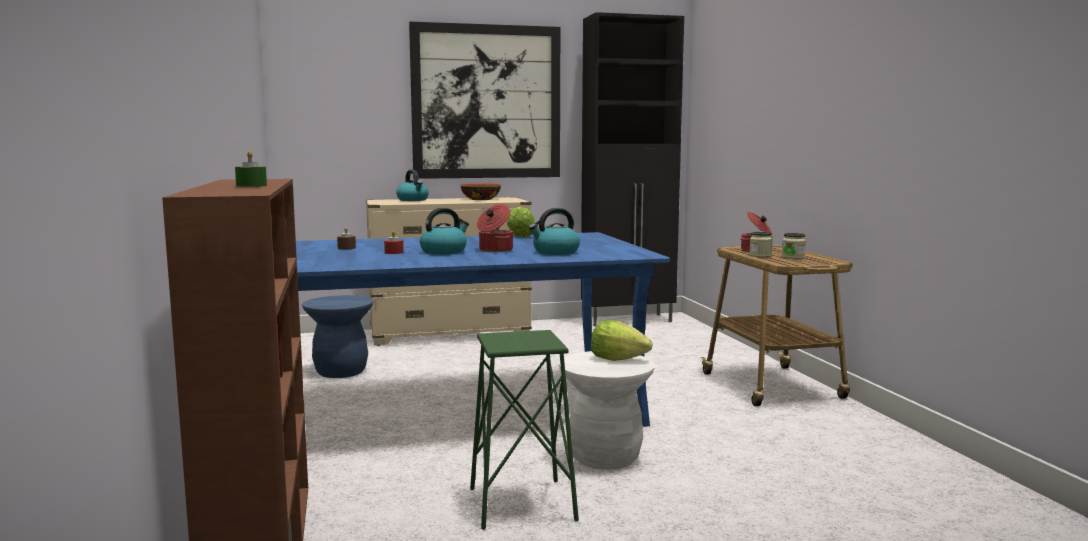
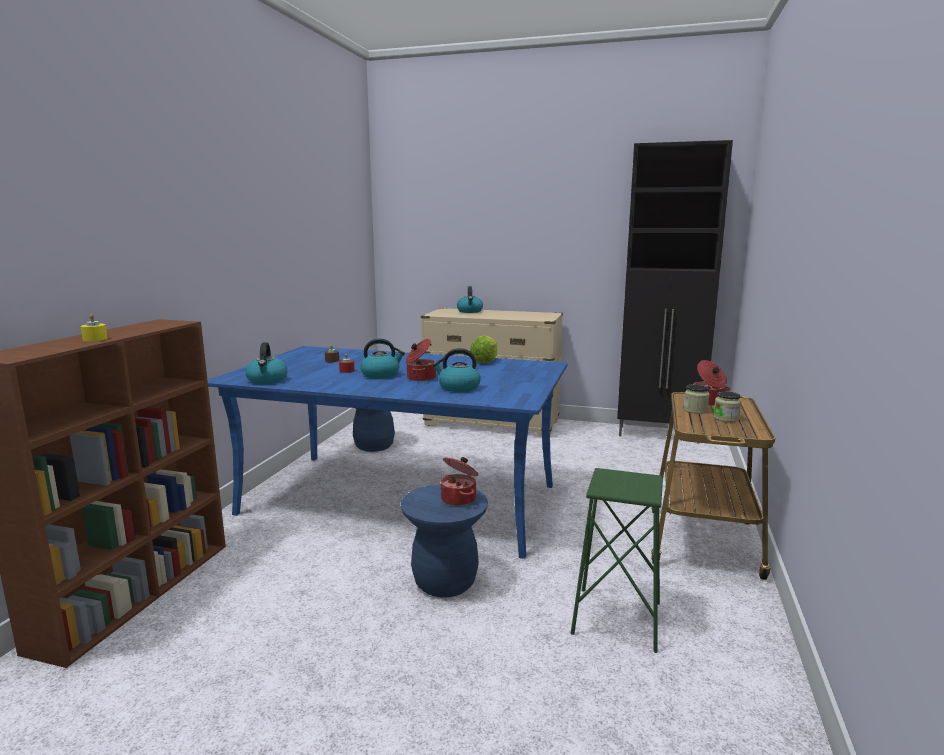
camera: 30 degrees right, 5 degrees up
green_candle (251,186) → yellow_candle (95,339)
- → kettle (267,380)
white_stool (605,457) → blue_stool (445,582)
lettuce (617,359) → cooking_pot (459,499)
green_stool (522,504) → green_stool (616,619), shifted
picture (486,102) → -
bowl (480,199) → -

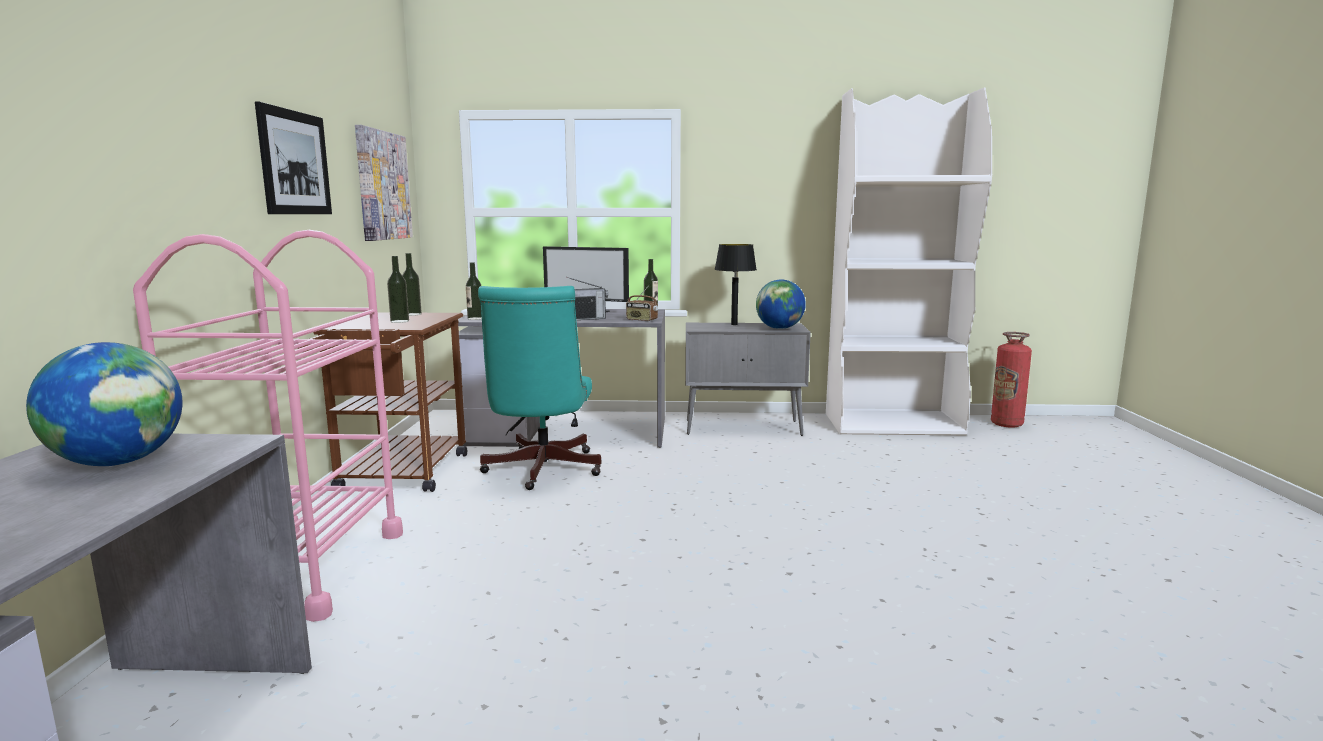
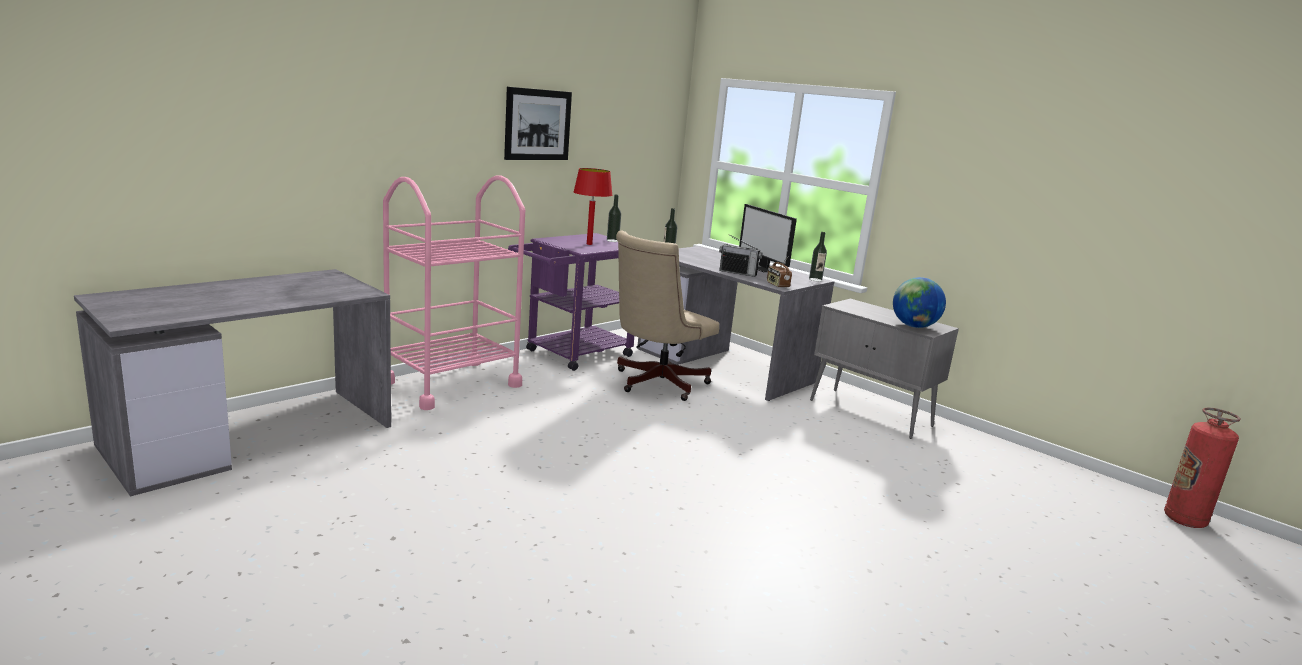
camera: 40 degrees right, 5 degrees up
brown_cart (399,476) → purple_cart (572,355)
bottle (399,321) → red_table_lamp (589,244)
turquoise_office_chair (540,471) → beige_office_chair (655,383)
globe (119,462) → -
picture (383,185) → -
black_table_lamp (734,324) → -
white_bookcase (893,424) → -

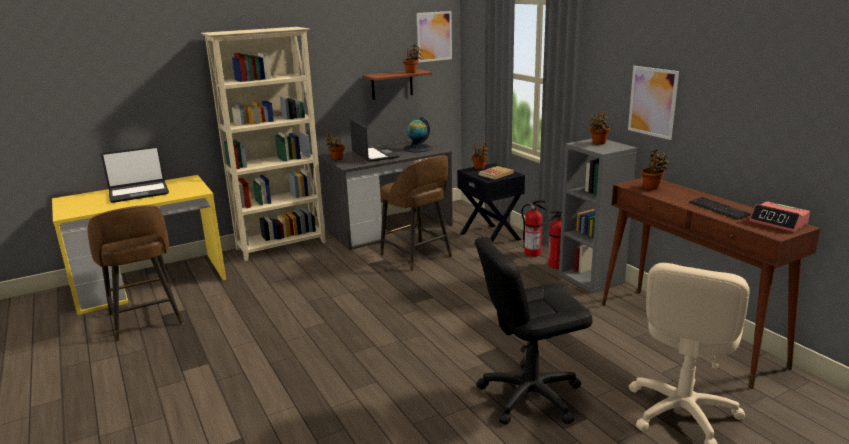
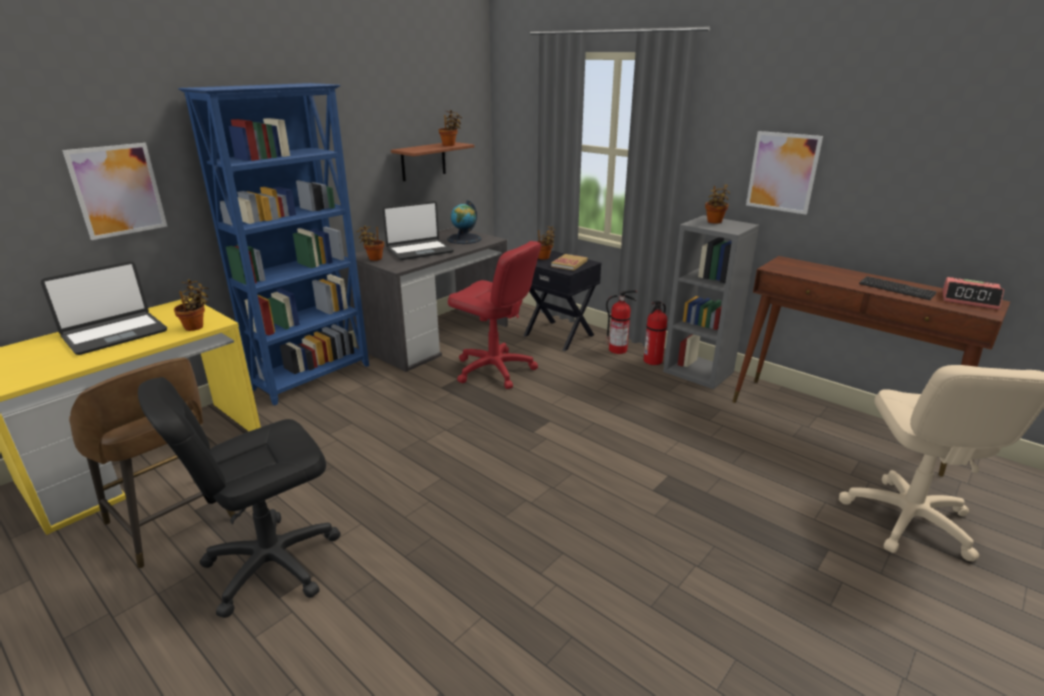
camera: 20 degrees left, 5 degrees up
picture (434,36) → picture (118,190), shifted
black_office_chair (530,395) → black_office_chair (272,563), shifted
potted_plant (652,187) → potted_plant (196,326), shifted
beige_bookcase (282,246) → blue_bookcase (314,377)
laptop (374,155) → laptop (419,251), 105 degrees clockwise
brown_stool (417,256) → red_office_chair (494,370)

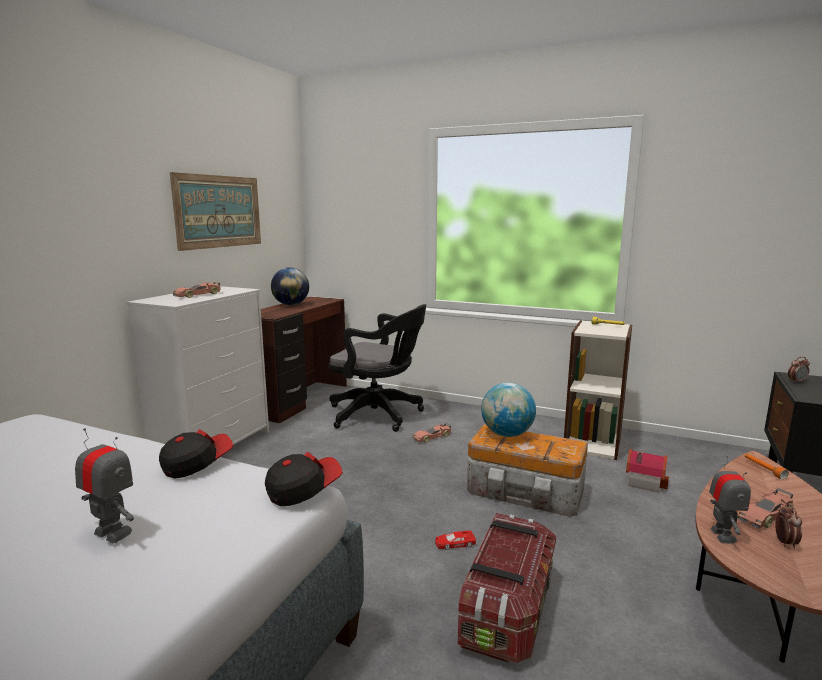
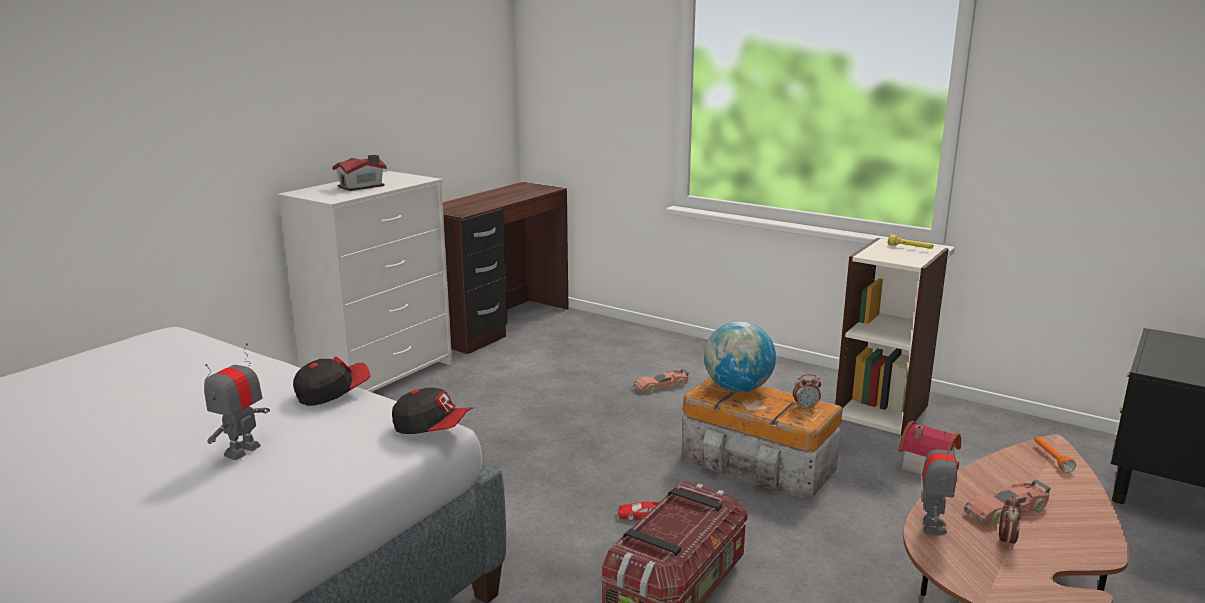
camera: 10 degrees right, 5 degrees up
toy_robot (112,533) → toy_robot (242,451), 105 degrees counterclockwise
toy_car (198,295) → toy_house (363,186)
cap (303,490) → cap (433,428), 45 degrees clockwise
alarm_clock (796,382) → alarm_clock (805,407), shifted
picture (219,211) → -
globe (291,305) → -
black_office_chair (379,415) → -

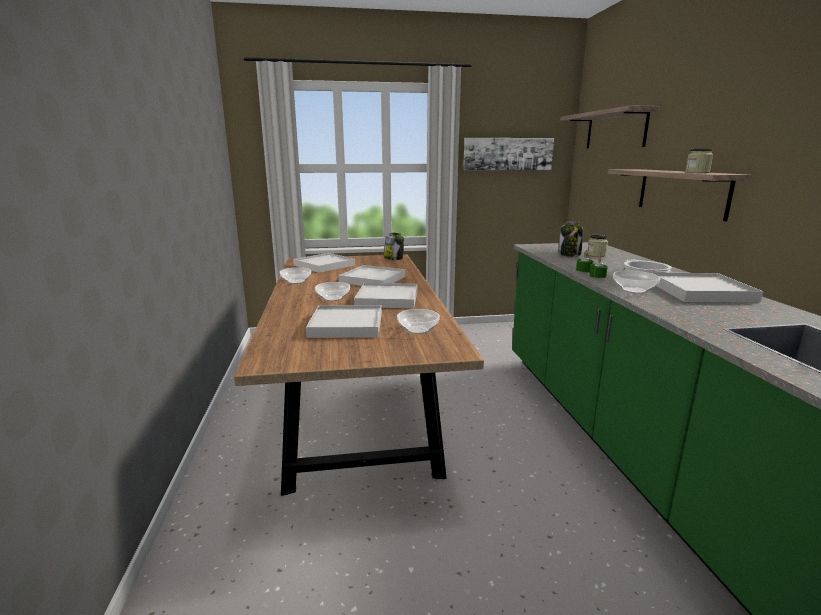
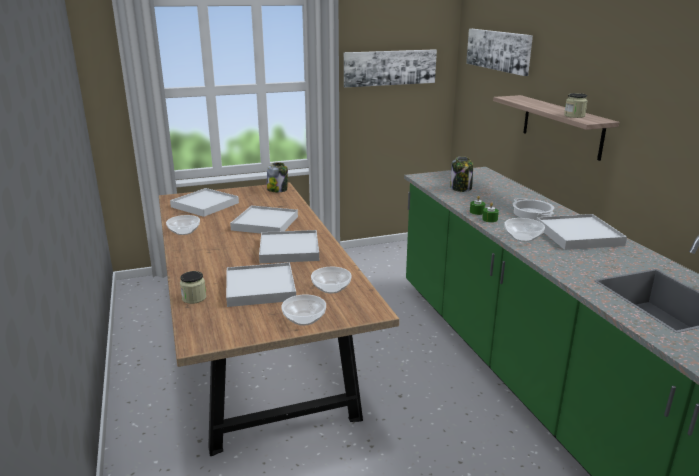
camera: 10 degrees left, 5 degrees up
jar (596,255) → jar (194,298), shifted
bowl (333,298) → bowl (305,319), shifted
shelf (615,130) → picture (498,50)

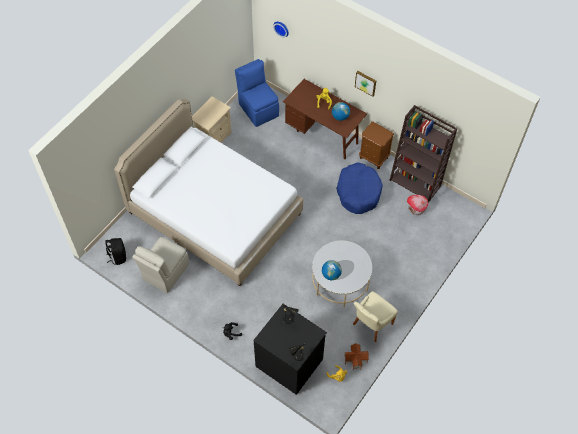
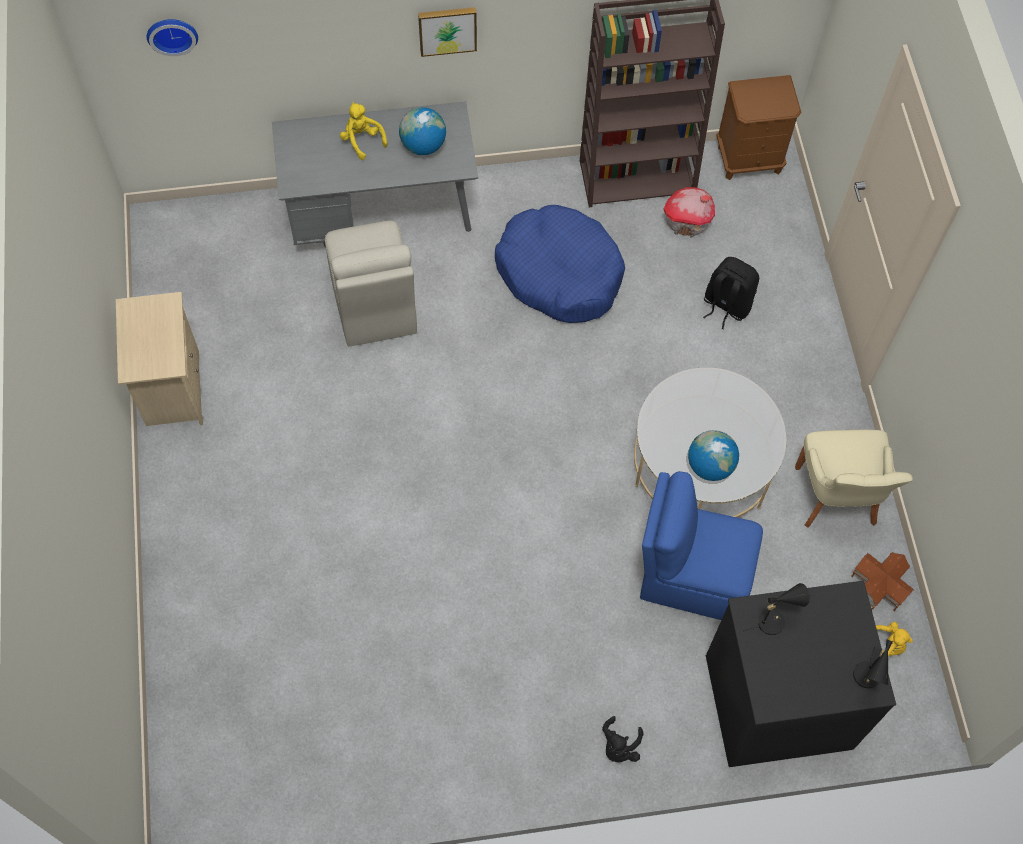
camera: 45 degrees left, 5 degrees up
brown_desk (323,134) → grey_desk (381,215)
beige_chair (165,273) → beige_chair (374,305), shifted
blue_chair (258,109) → blue_chair (692,575), shifted
black_backpack (118,256) → black_backpack (726,305), shifted
brown_nightstand (374,157) → brown_nightstand (749,159), shifted
white_bed (214,213) → -

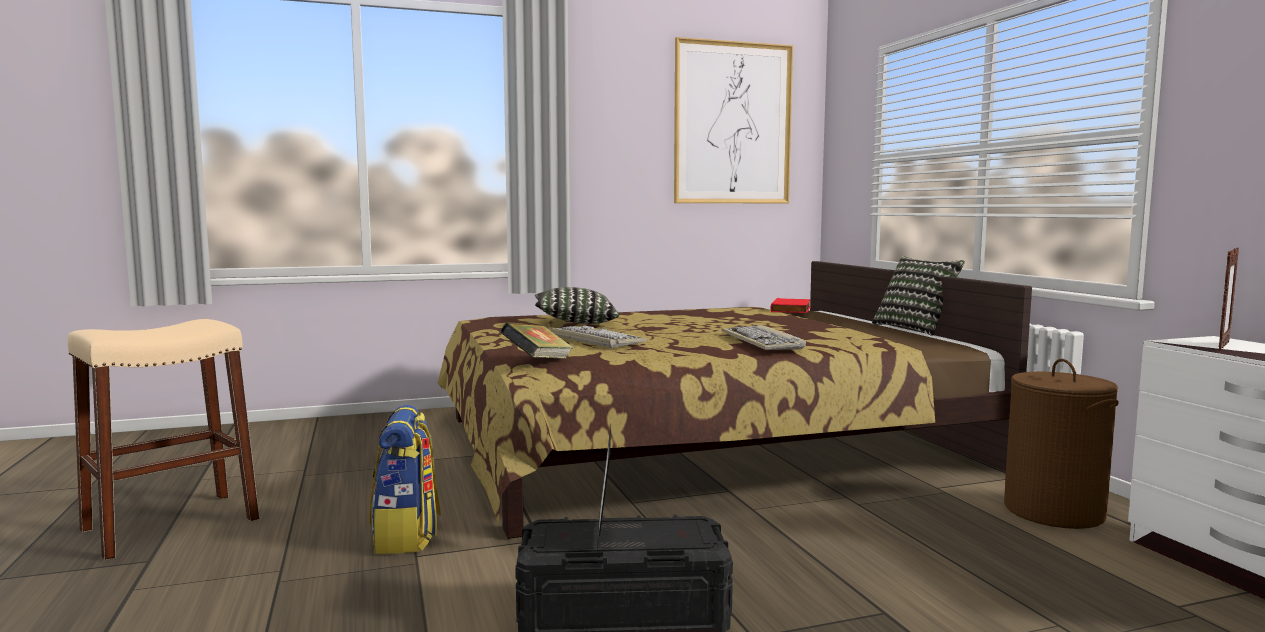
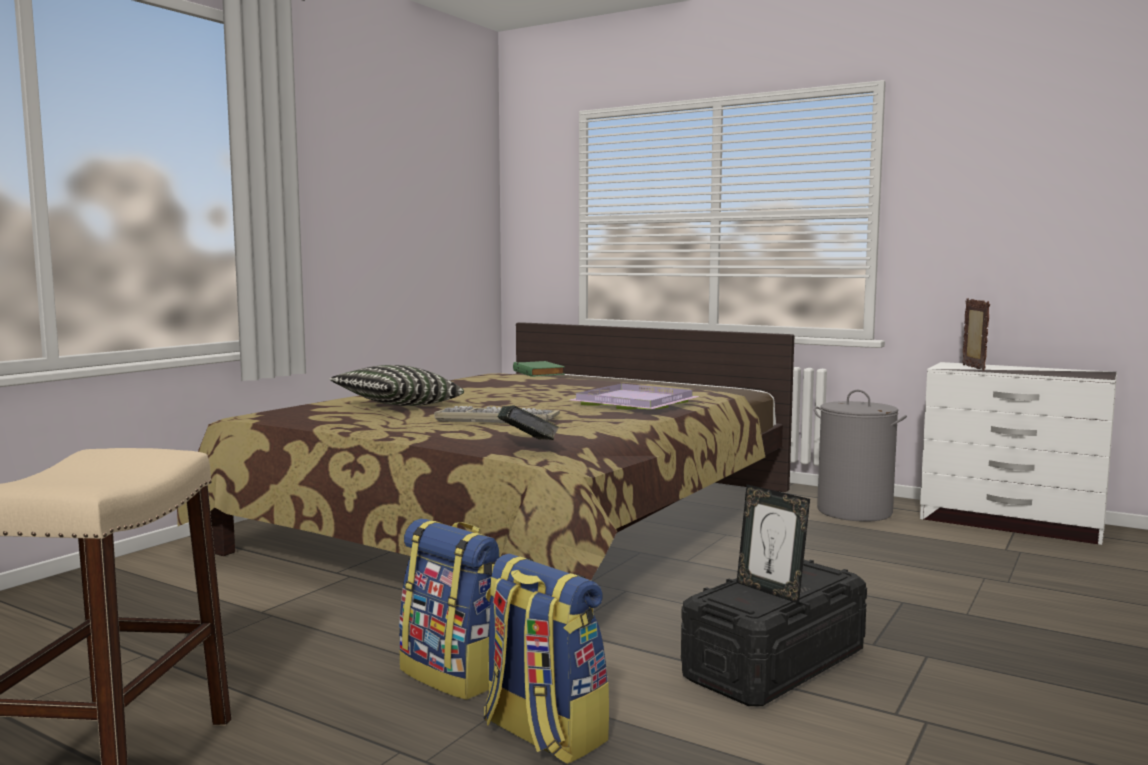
camera: 40 degrees left, 0 degrees up
- → backpack (542,734)
red_book (792,309) → green_book (540,372)
keyboard (763,342) → purple_tray (637,402)
brown_laundry_basket (1054,511) → grey_laundry_basket (855,511)
picture (733,123) → -
pillow (915,328) → -

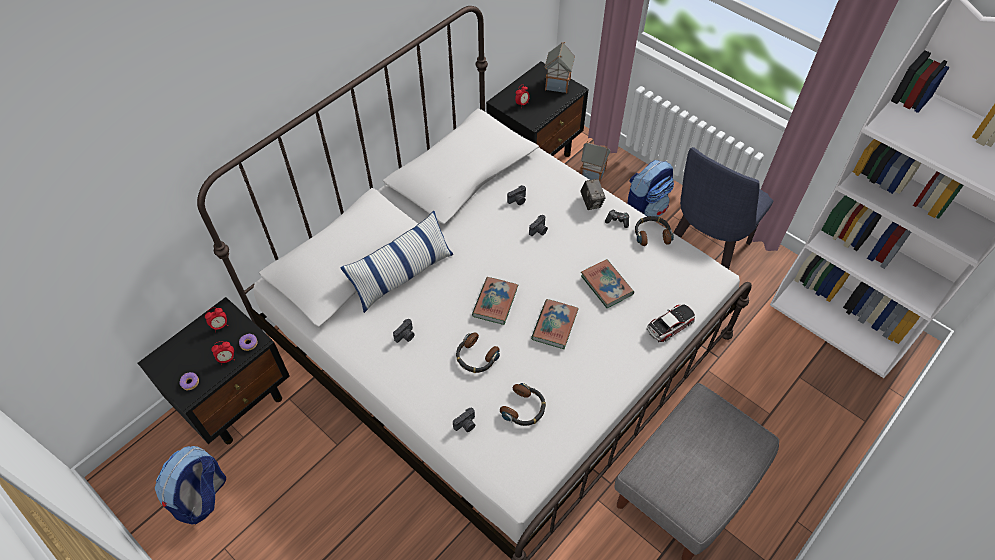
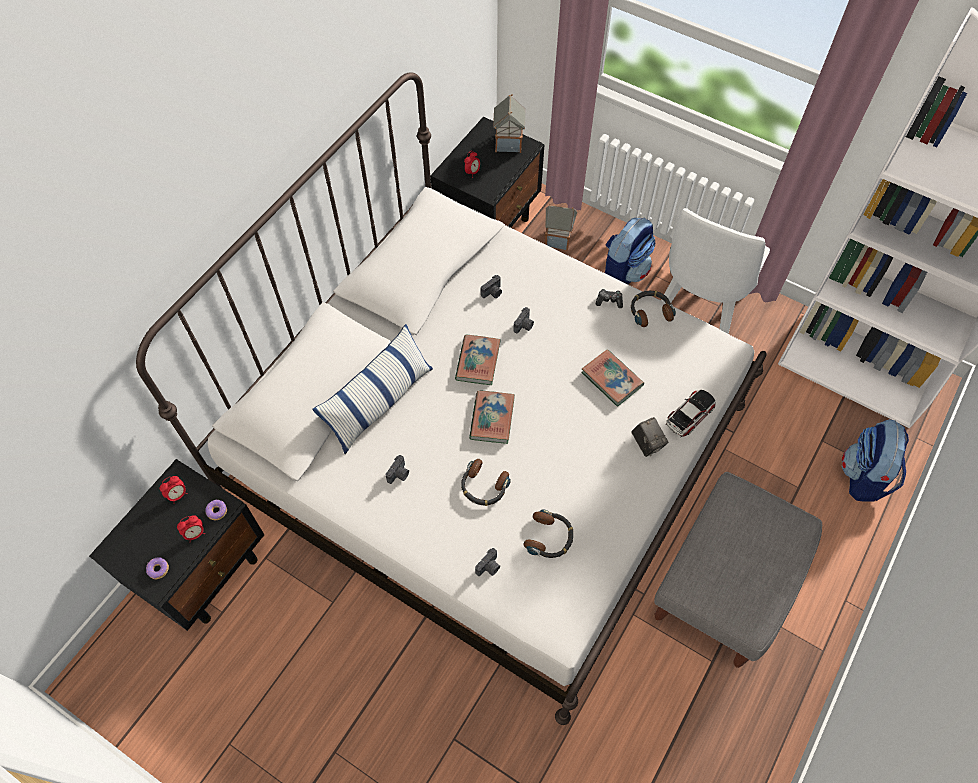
camera: 10 degrees left, 5 degrees up
book (554,326) → book (478,362), shifted
photo_camera (591,202) → photo_camera (647,444), shifted
blue_chair (705,250) → white_chair (698,311)
backpack (202,498) → backpack (864,476), shifted

